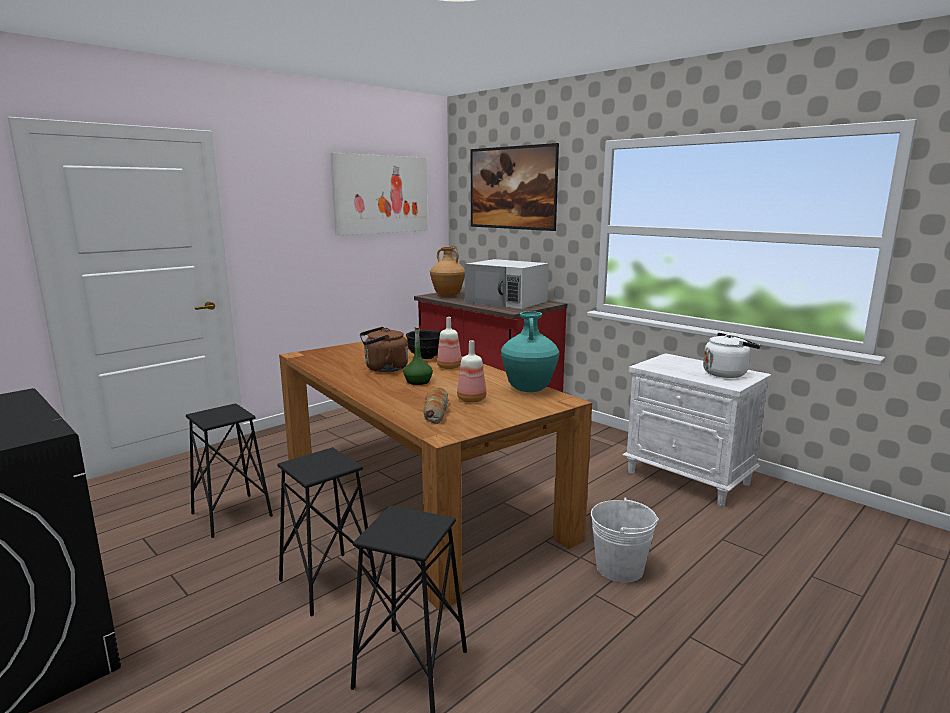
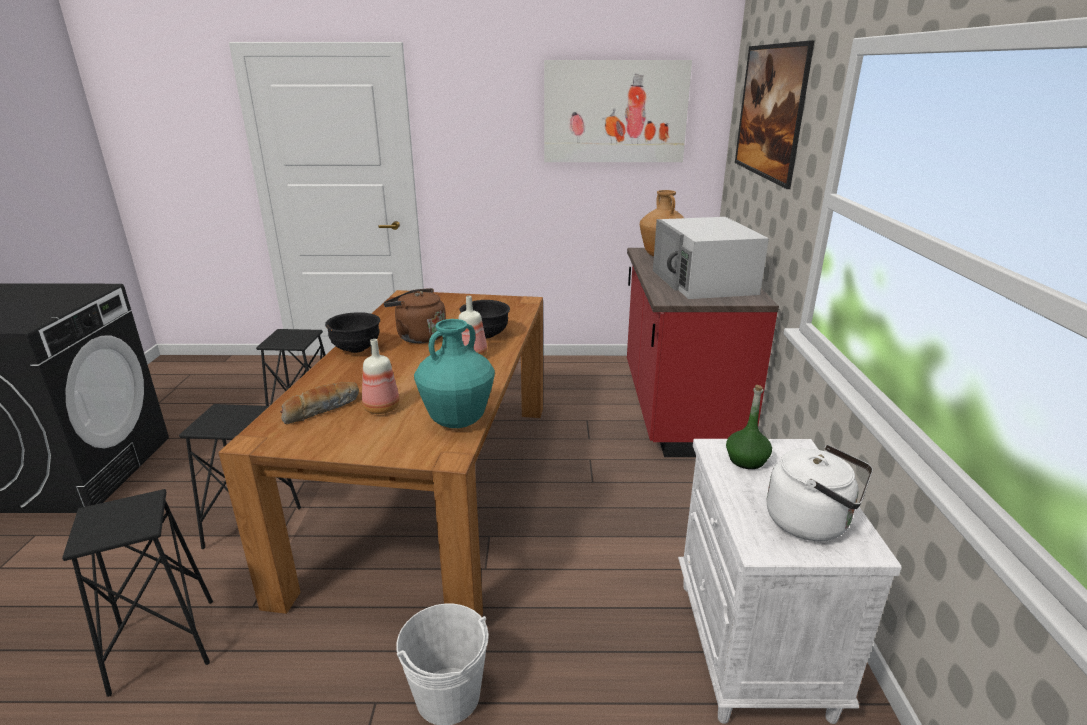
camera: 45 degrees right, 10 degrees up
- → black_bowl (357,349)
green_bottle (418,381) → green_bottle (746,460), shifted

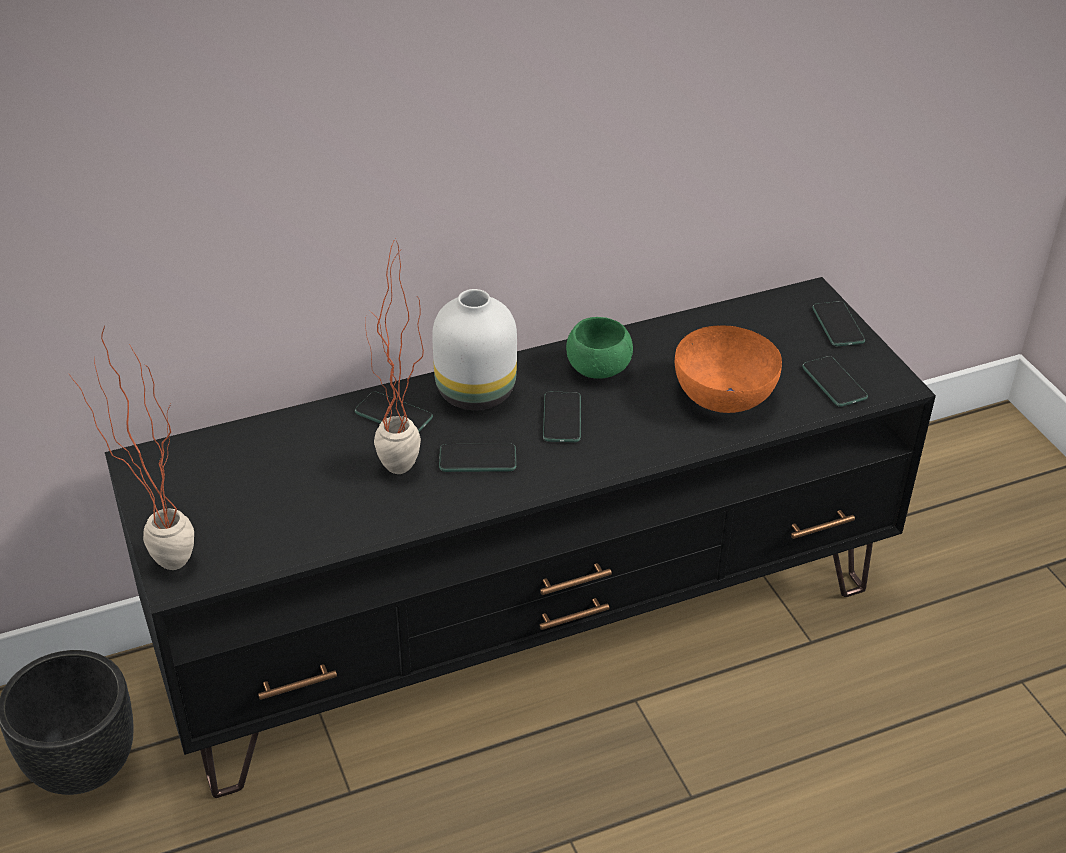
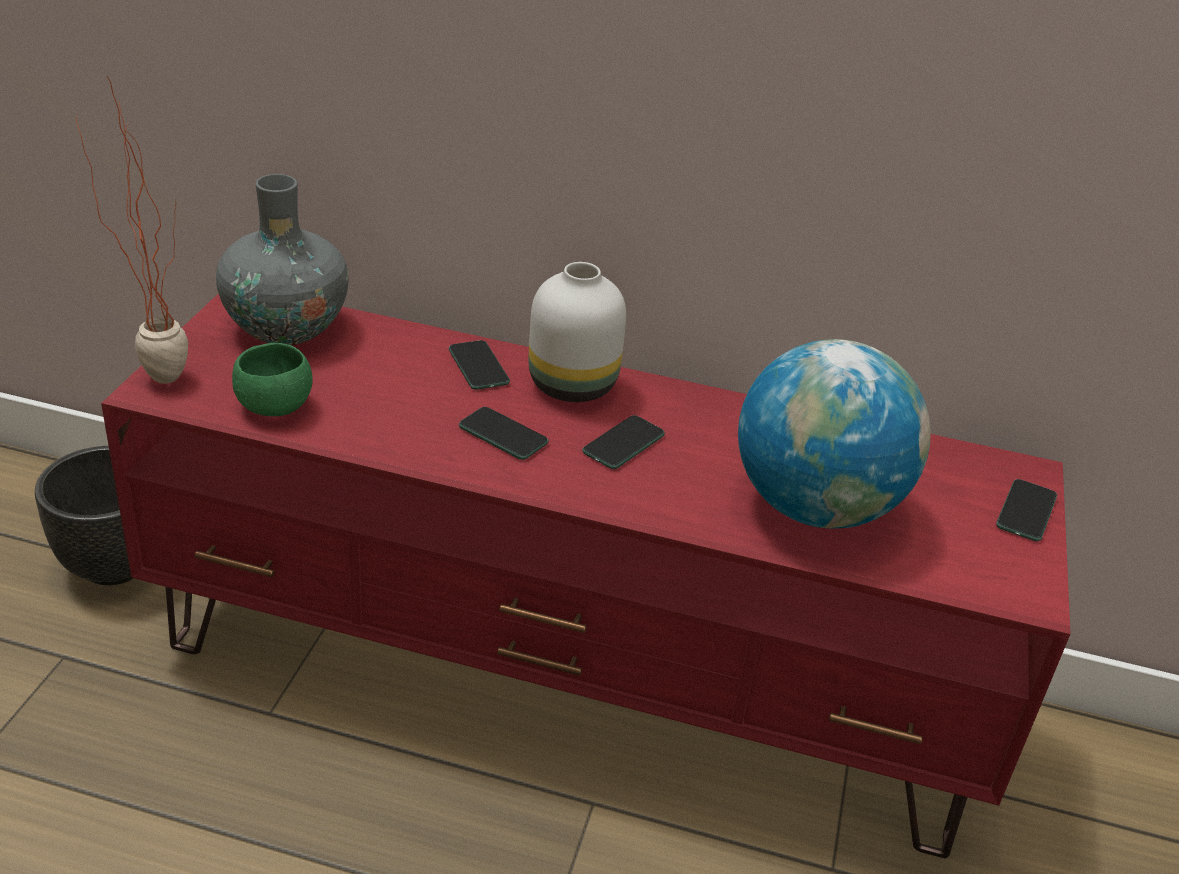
camera: 35 degrees right, 5 degrees down
black_tv_stand (531,624) → red_tv_stand (569,677)
- → grey_vase (286,327)
green_bowl (598,368) → green_bowl (274,406), shifted
orange_bowl (724,393) → globe (816,507)
potted_plant (401,477) → -
phone (834,383) → -

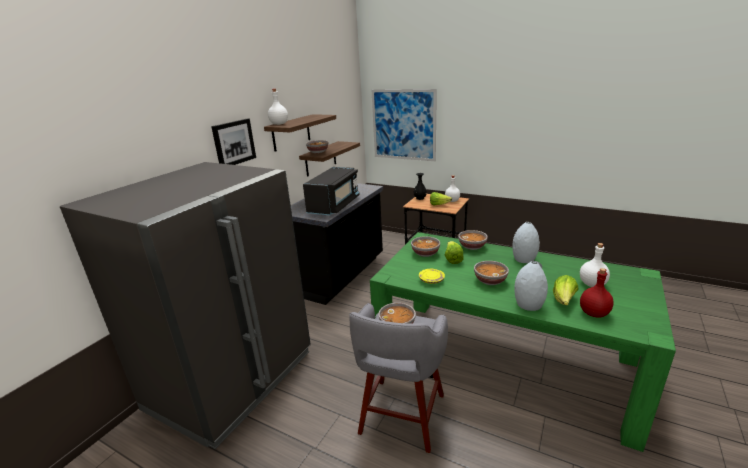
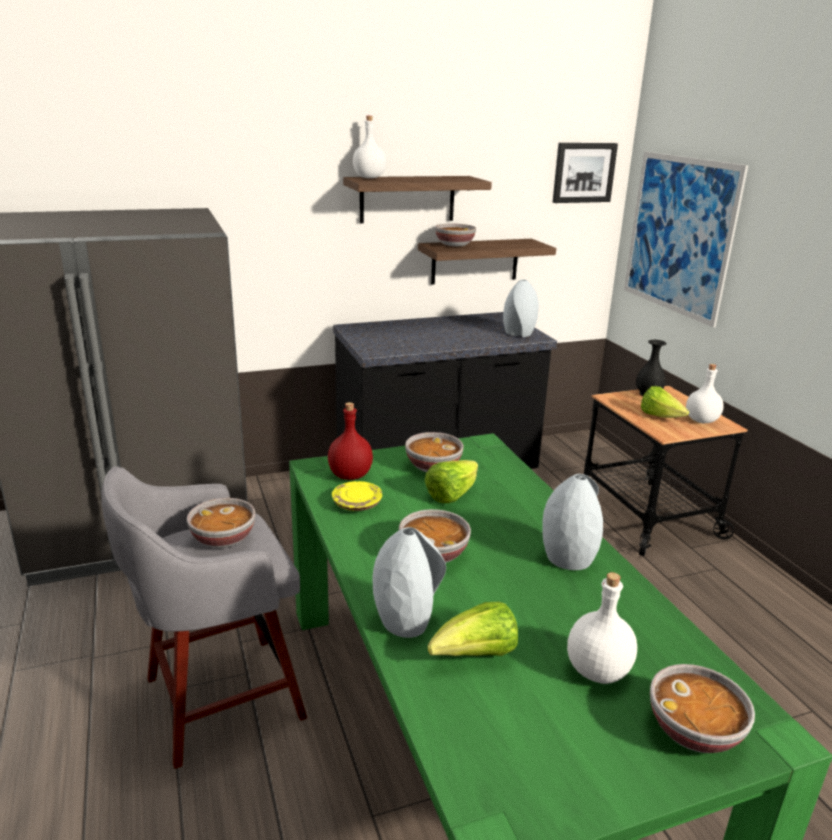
camera: 40 degrees right, 0 degrees up
red_bottle (593,313) → red_bottle (349,475), shifted
- → grey_vase (519,334)
picture (233,143) → picture (583,172), shifted
bowl (472,246) → bowl (695,731), shifted
black_microwave (334,205) → -

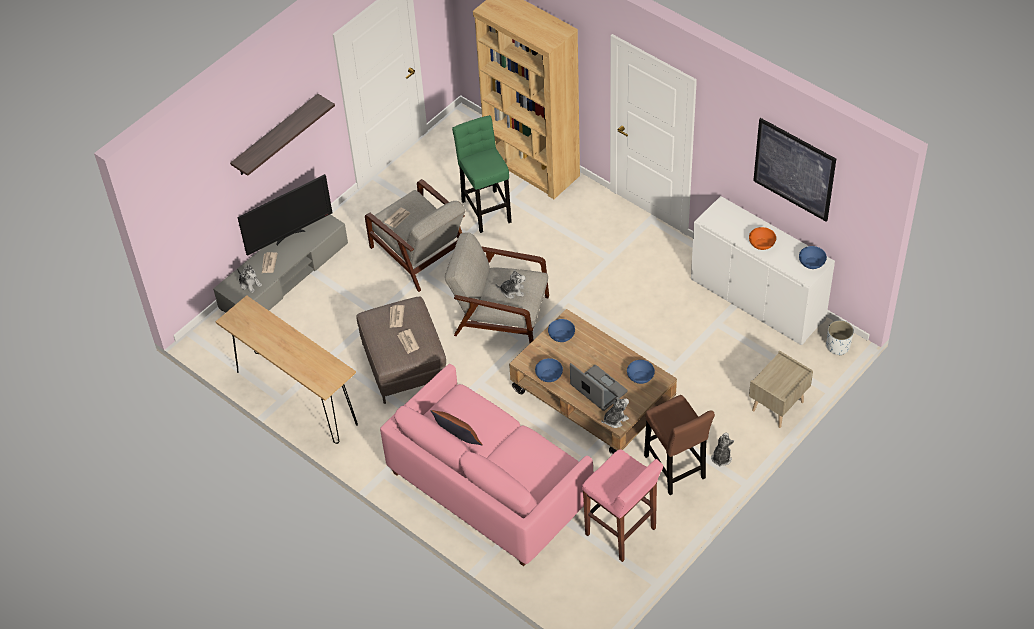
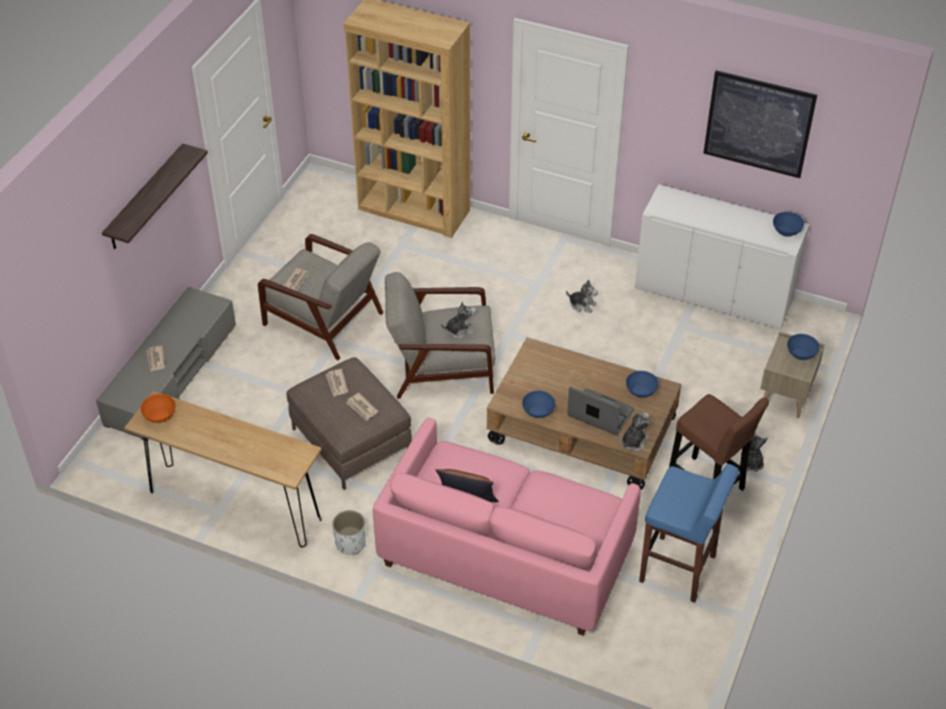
camera: 20 degrees left, 5 degrees down
orange_bowl (761,244) → orange_bowl (159,415), shifted
white_planter (838,346) → white_planter (350,543), shifted
plush_toy (250,284) → plush_toy (582,305), shifted
pink_stool (621,532) → blue_stool (678,569)
blue_bowl (561,336) → blue_bowl (801,353), shifted
television (289,236) → -
green_stool (486,209) → -

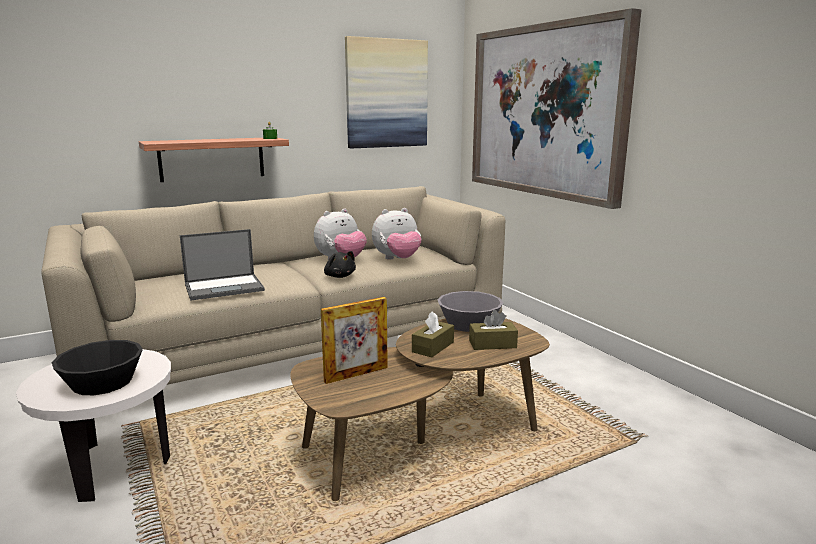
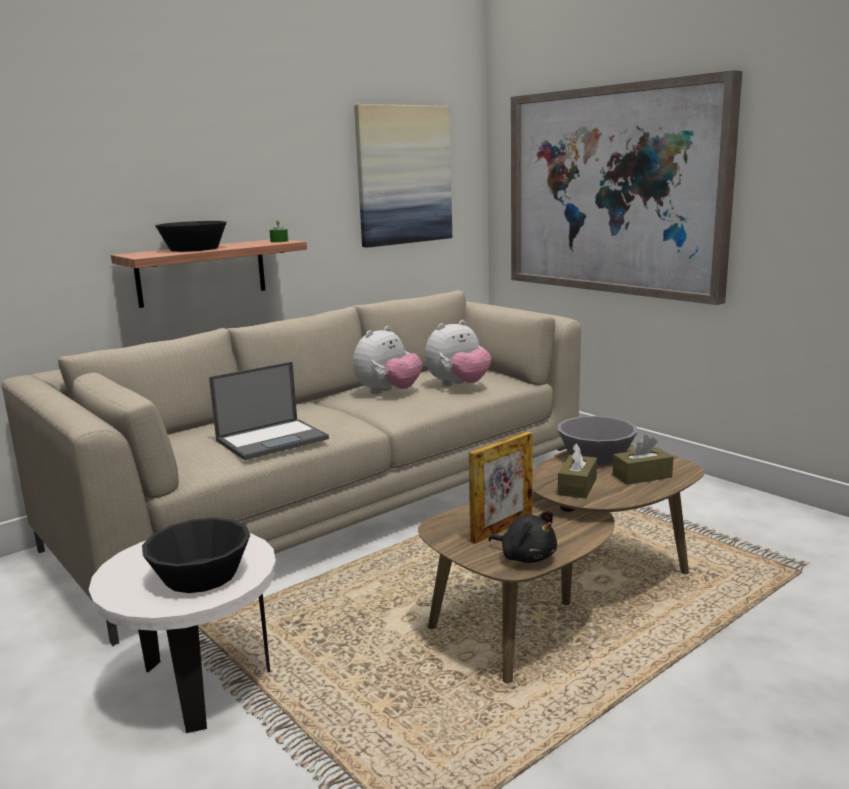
camera: 10 degrees left, 0 degrees up
- → black_bowl (194,249)
black_plush_toy (339,276) → black_plush_toy (526,557), shifted

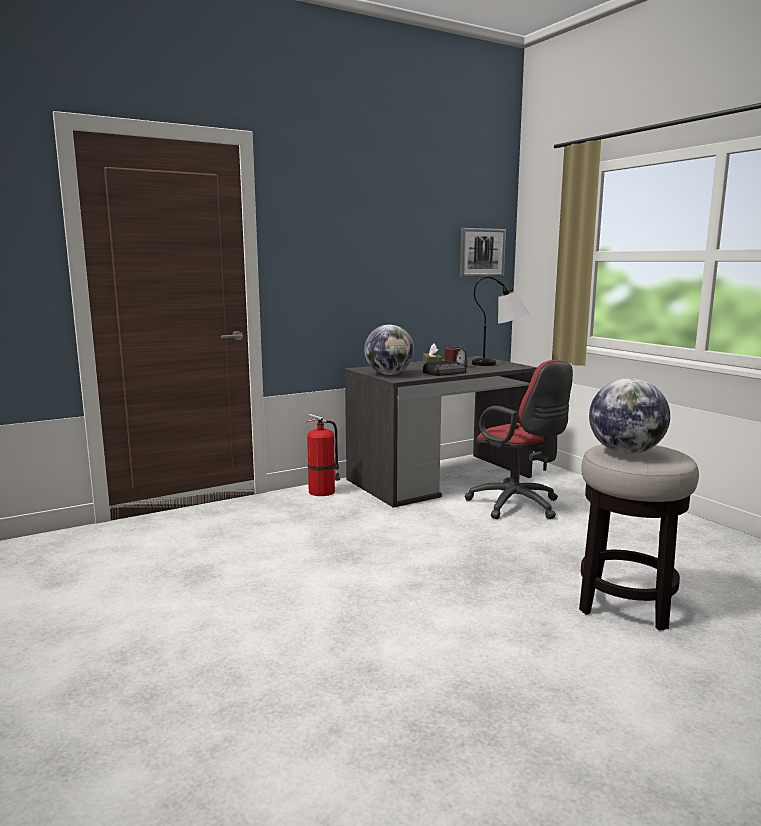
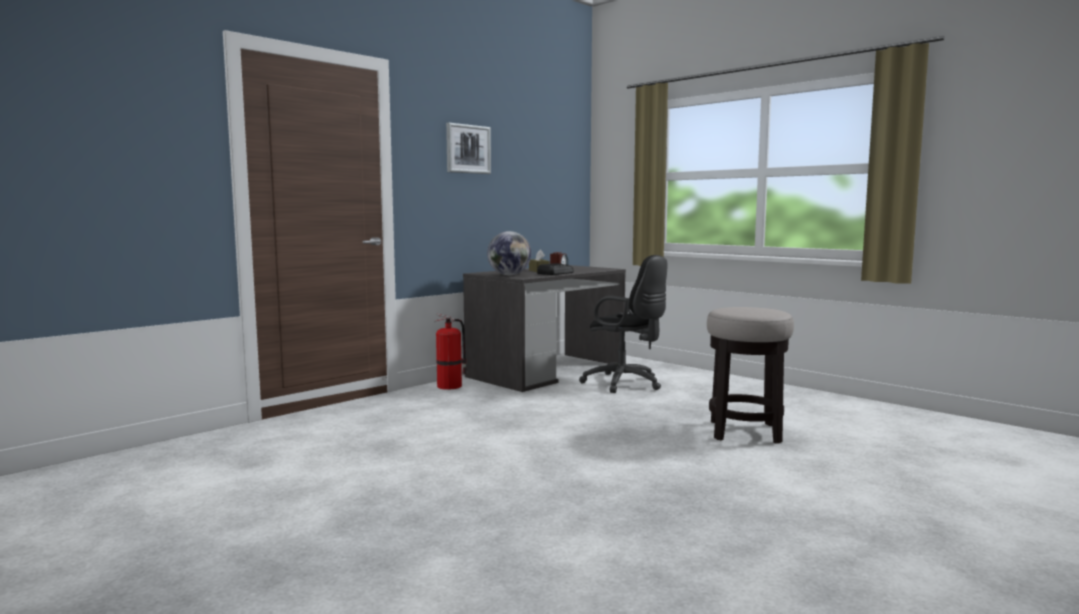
camera: 15 degrees left, 5 degrees down
picture (481,252) → picture (468,149), shifted
red_office_chair (518,506) → black_office_chair (626,384)
table_lamp (500,364) → -
globe (625,452) → -

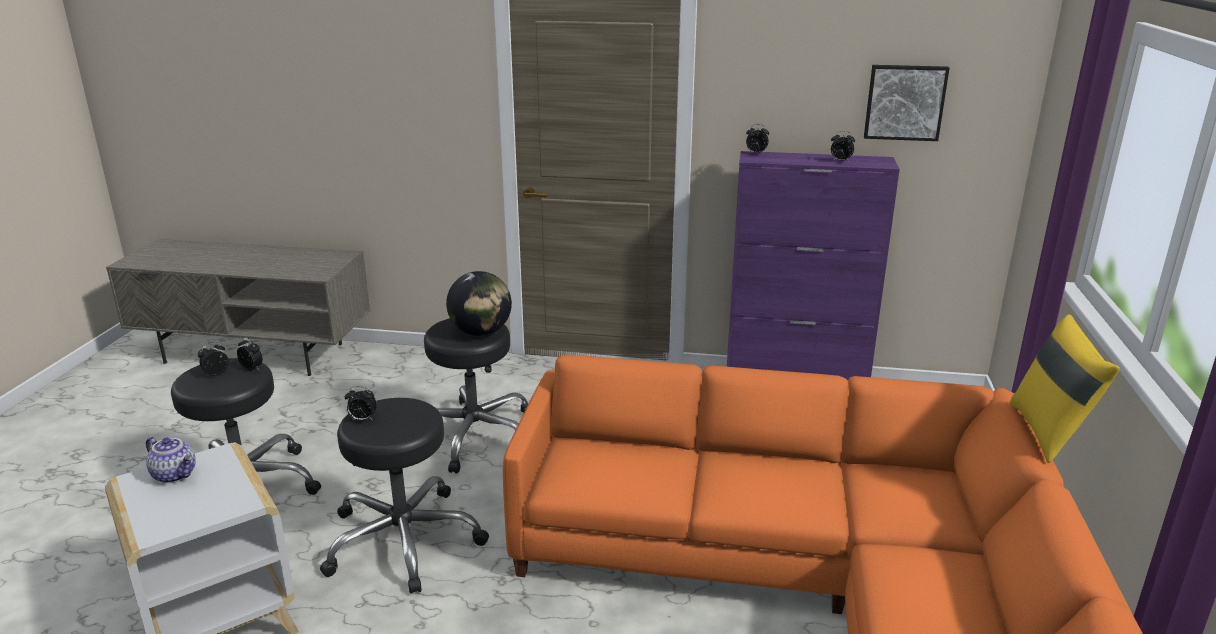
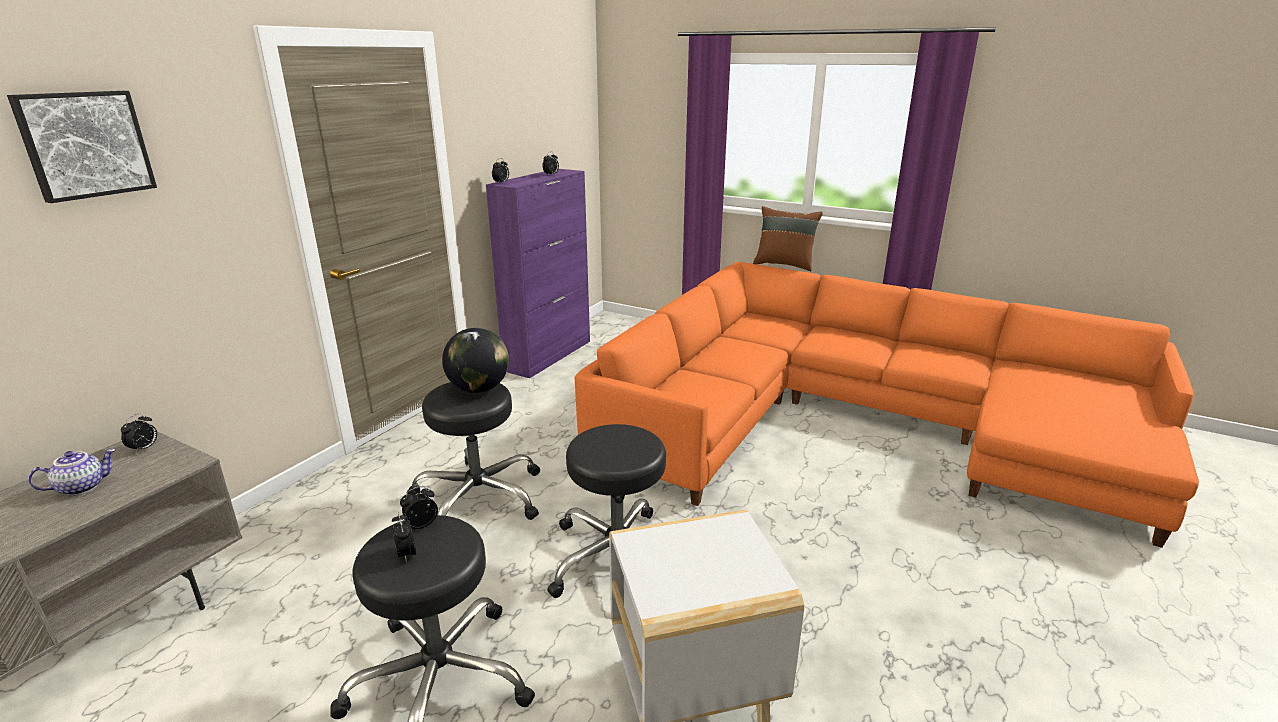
camera: 70 degrees left, 0 degrees up
picture (904,102) → picture (85,144), shifted
teapot (176,474) → teapot (82,486), shifted
alarm_clock (362,420) → alarm_clock (144,448), shifted
yellow_pillow (1050,433) → brown_pillow (784,265)

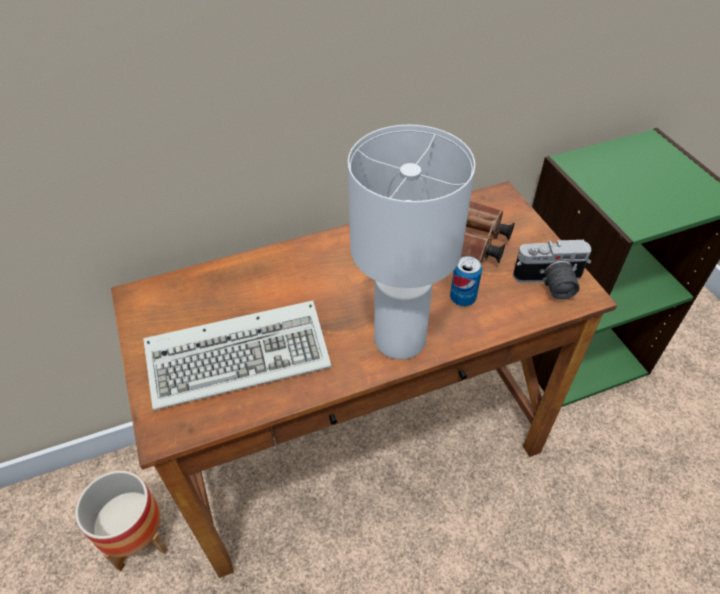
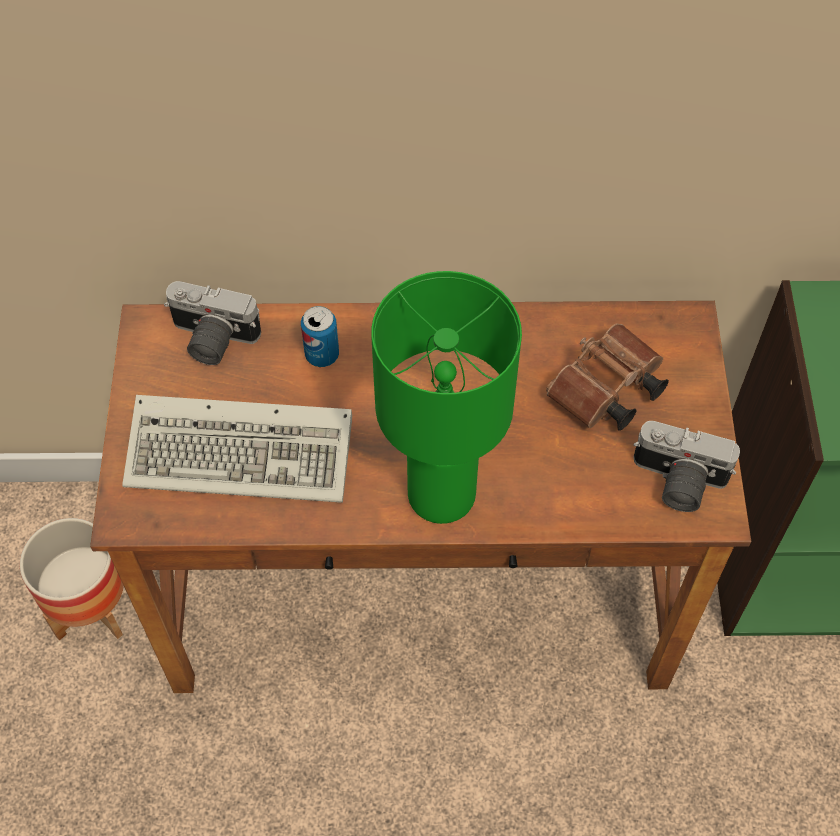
camera: 20 degrees right, 10 degrees up
- → photo_camera (211,340)
can (462,298) → can (322,355), shifted
white_table_lamp (398,340) → green_table_lamp (439,494)

